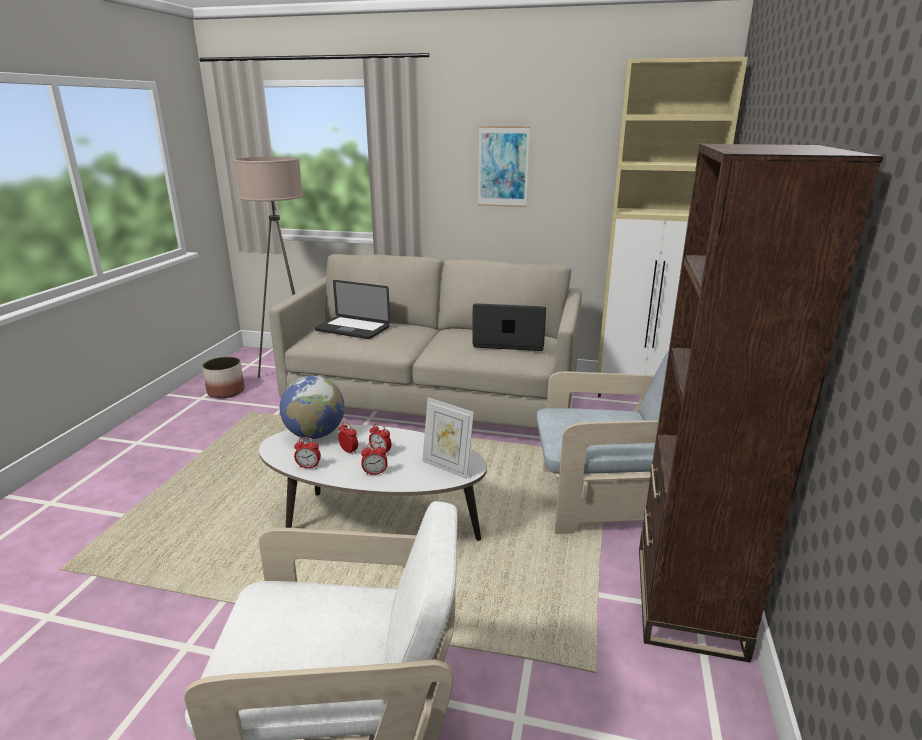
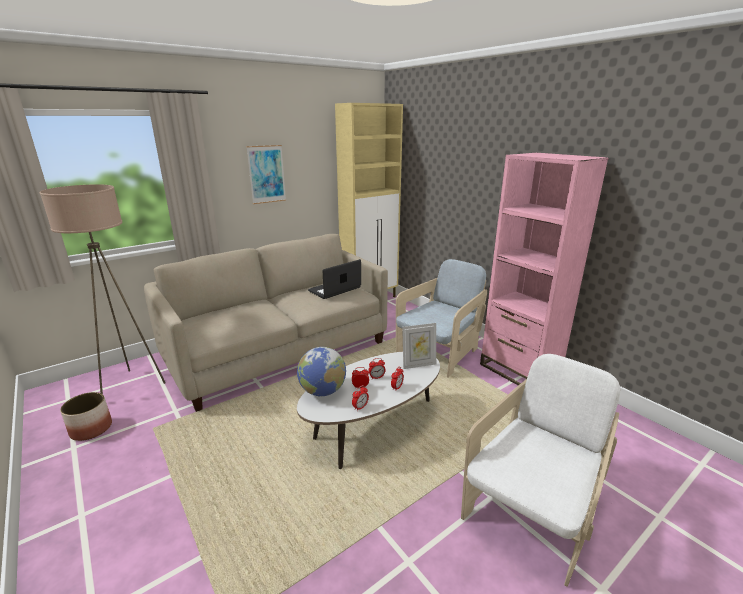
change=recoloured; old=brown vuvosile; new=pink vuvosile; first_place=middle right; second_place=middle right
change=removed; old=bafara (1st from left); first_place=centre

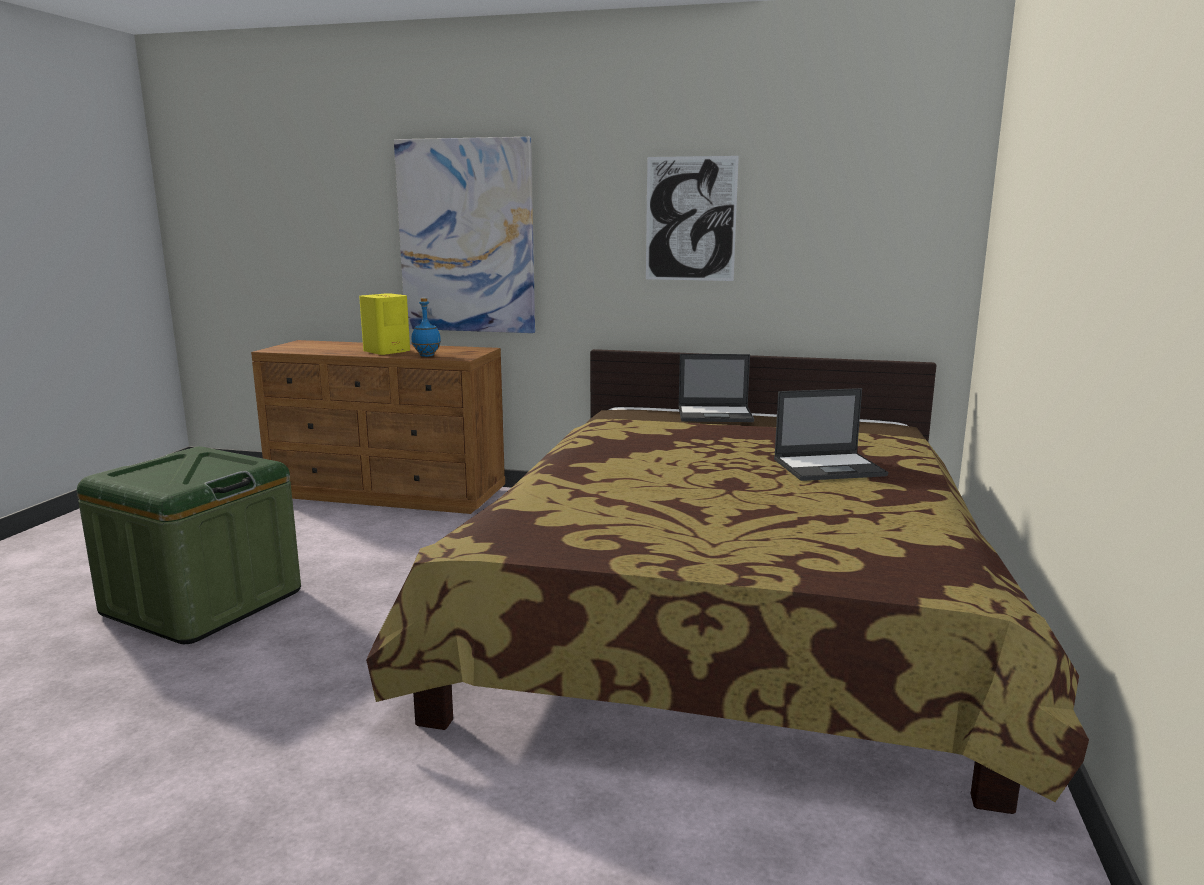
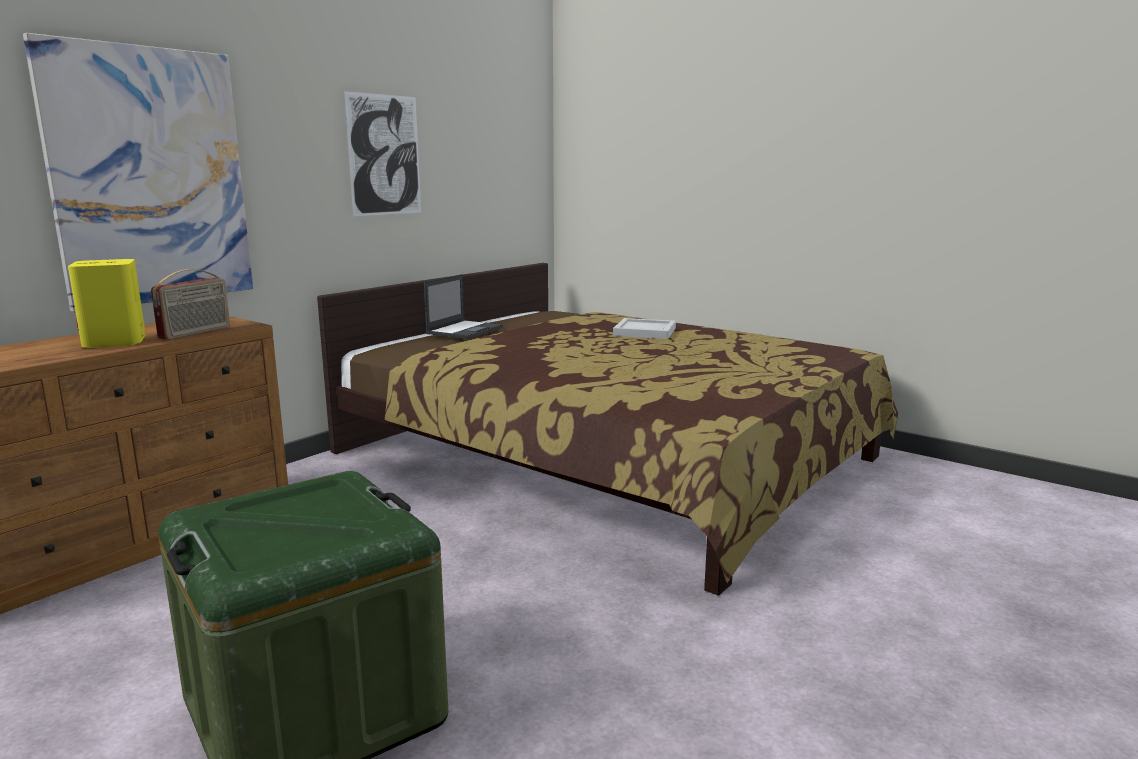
change=replaced; old=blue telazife; new=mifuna; first_place=centre; second_place=middle left
change=replaced; old=bafara (2nd from left); new=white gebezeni; first_place=middle right; second_place=centre

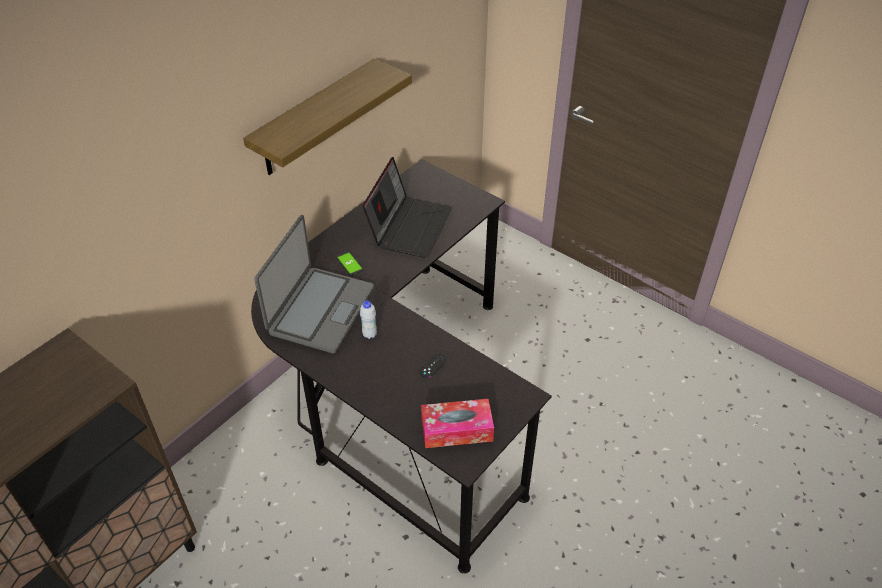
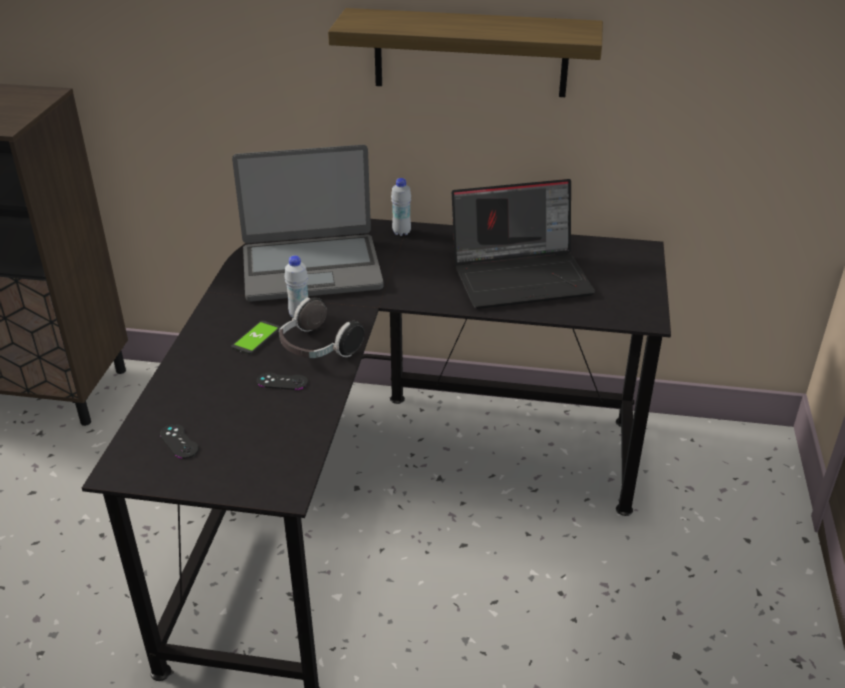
change=moved; old=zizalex; first_place=centre; second_place=middle left
change=replaced; old=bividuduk; new=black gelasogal (1st from left); first_place=bottom centre; second_place=middle left
change=added; new=white telazife (2nd from left); second_place=top centre
change=added; new=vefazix; second_place=centre

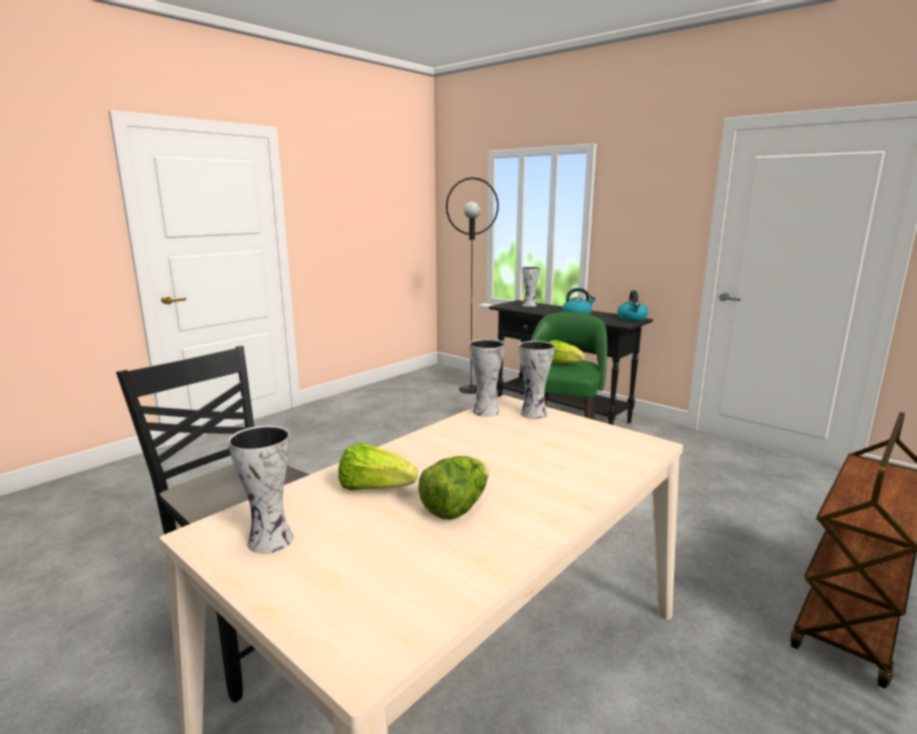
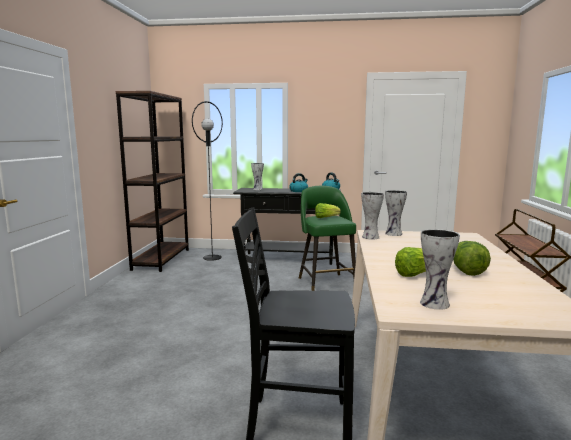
change=added; new=brown vuvosile; second_place=middle left

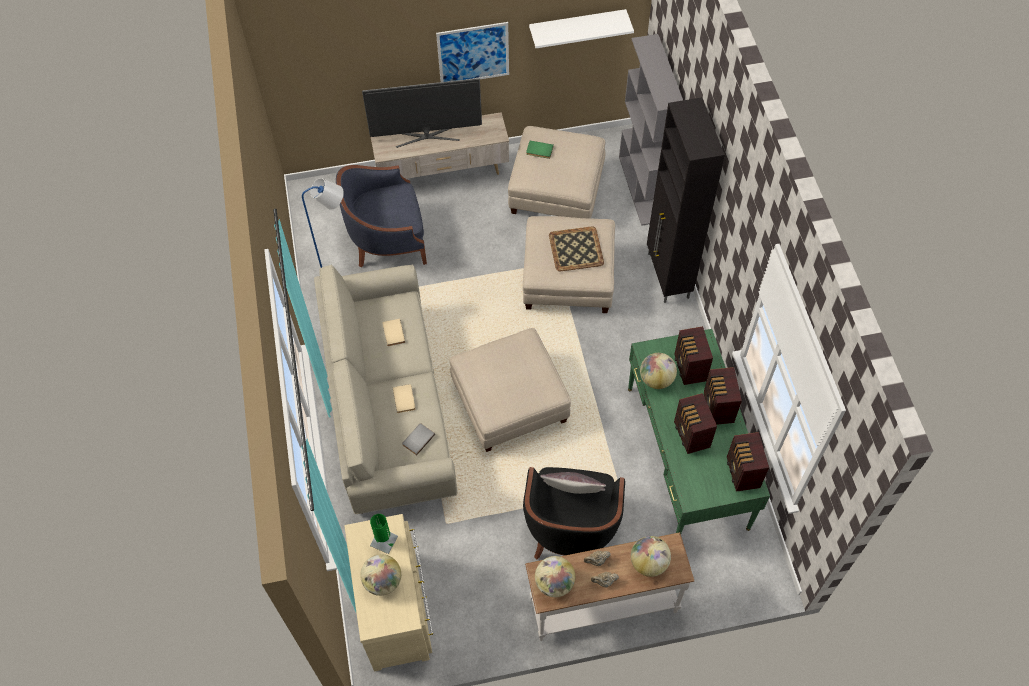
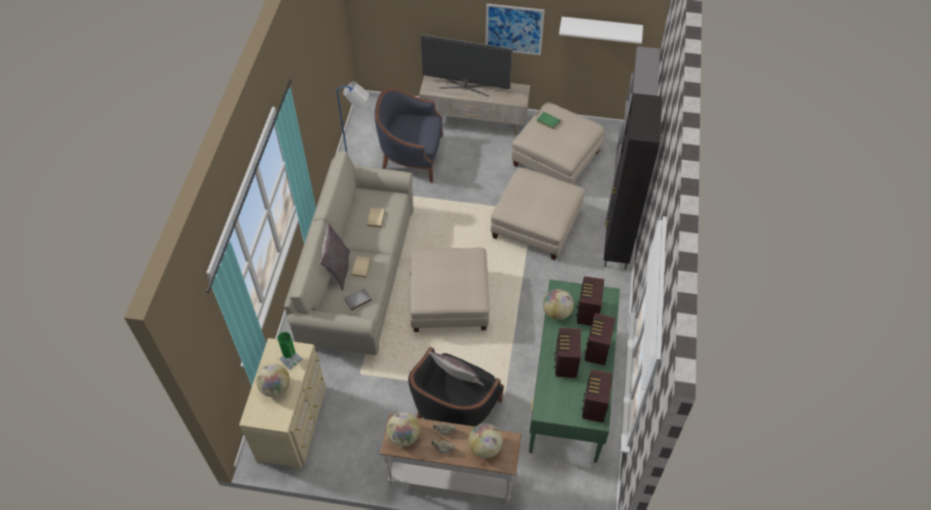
change=removed; old=gebezeni; first_place=centre
change=added; new=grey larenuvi (1st from left); second_place=centre

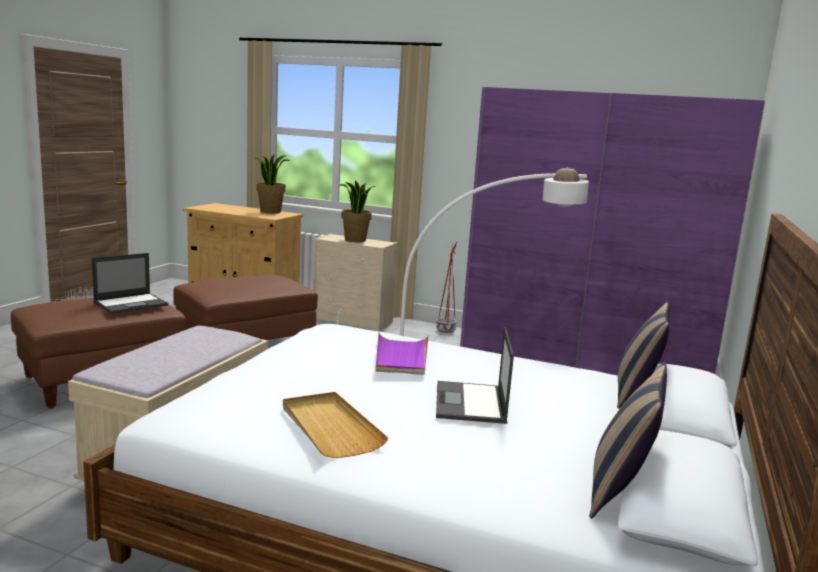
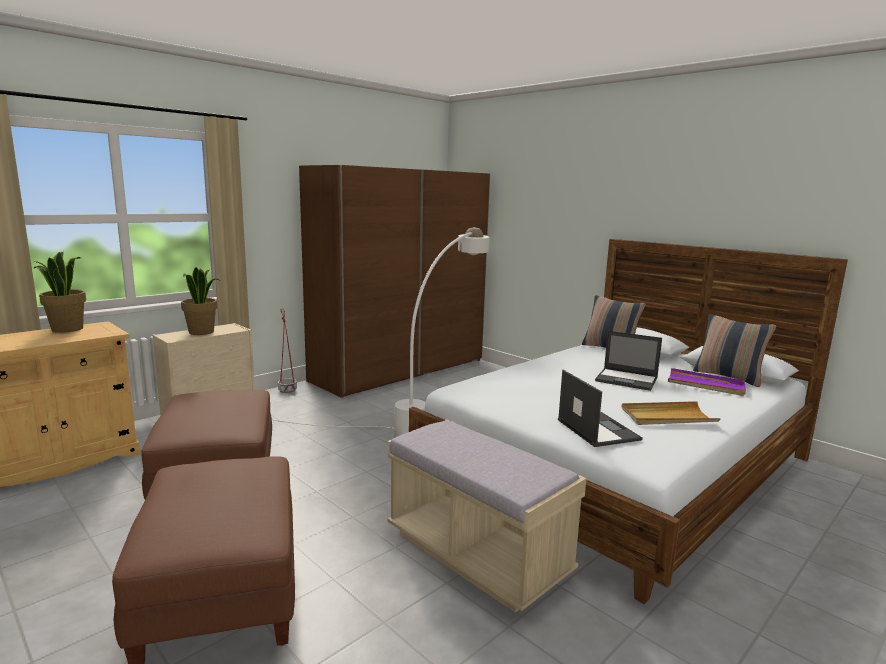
change=recoloured; old=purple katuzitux; new=brown katuzitux; first_place=middle right; second_place=centre
change=moved; old=bafara (1st from left); first_place=middle left; second_place=middle right
change=moved; old=purple gebezeni; first_place=centre; second_place=middle right

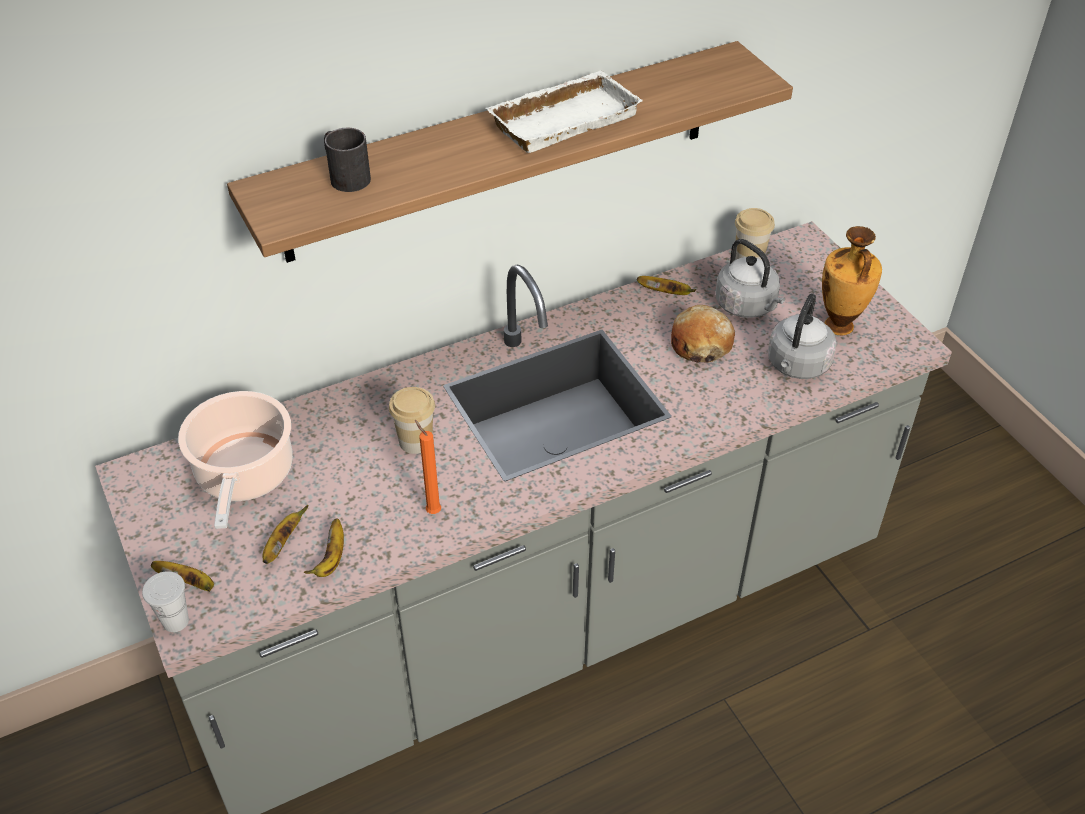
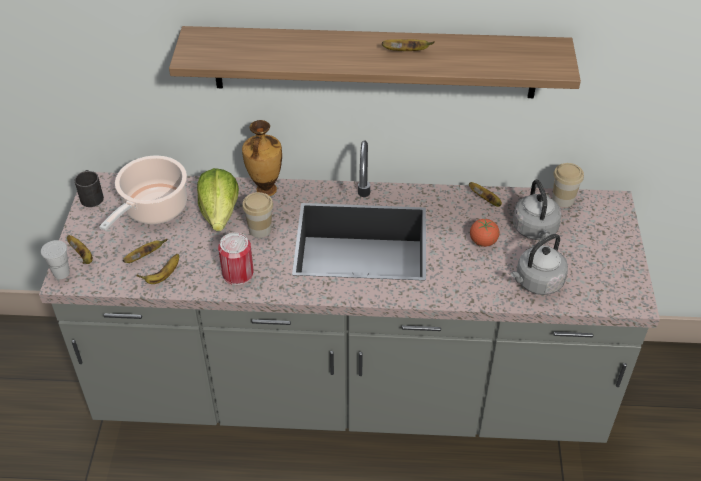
change=replaced; old=white gebezeni; new=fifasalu (4th from left); first_place=top centre; second_place=top centre
change=moved; old=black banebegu; first_place=top left; second_place=middle left
change=moved; old=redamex; first_place=middle right; second_place=top centre
change=replaced; old=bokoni; new=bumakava; first_place=centre; second_place=middle right
change=replaced; old=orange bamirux; new=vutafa; first_place=centre; second_place=centre
change=added; new=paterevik; second_place=middle left

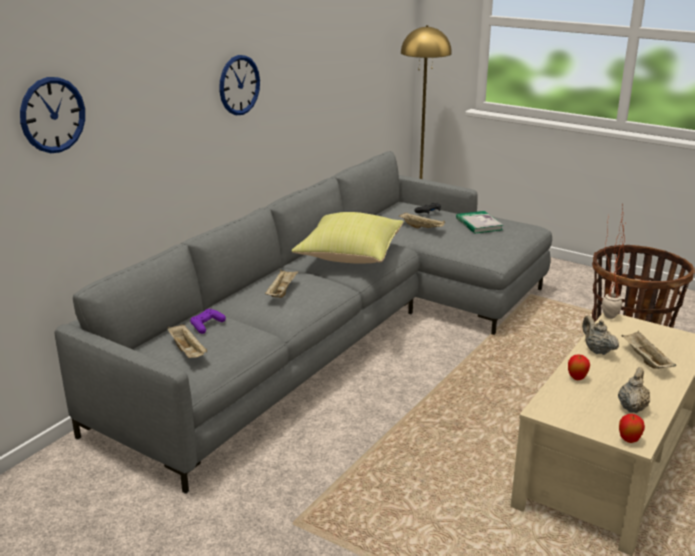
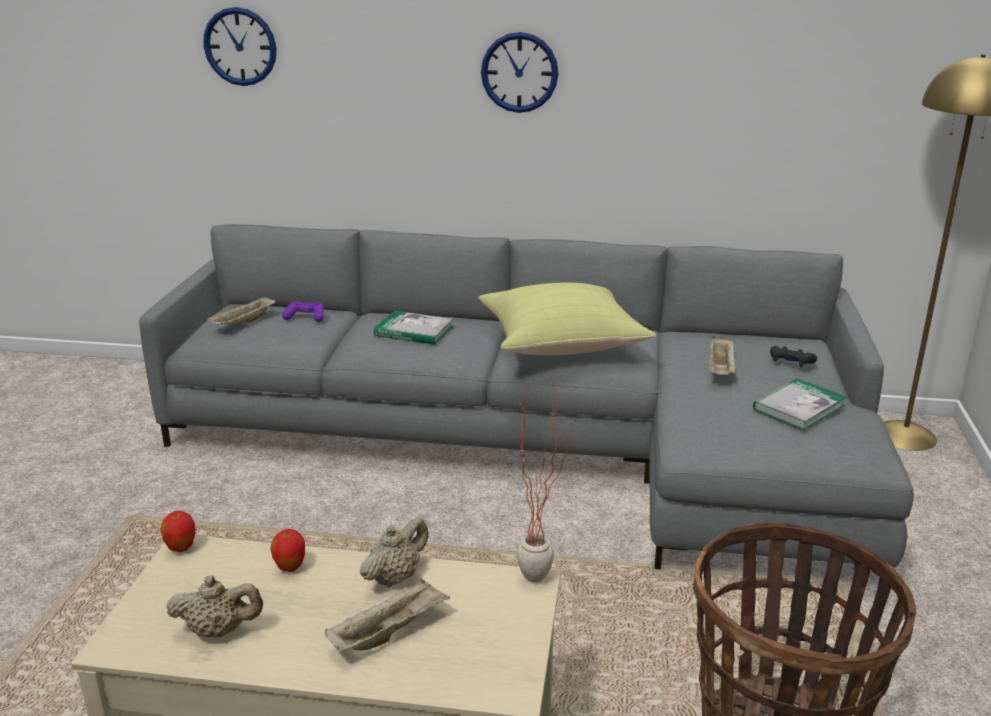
change=replaced; old=beige gebezeni (2nd from left); new=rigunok (1st from left); first_place=centre; second_place=centre
change=moved; old=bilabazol (2nd from left in the first image); new=bilabazol (1st from left); first_place=bottom right; second_place=bottom left

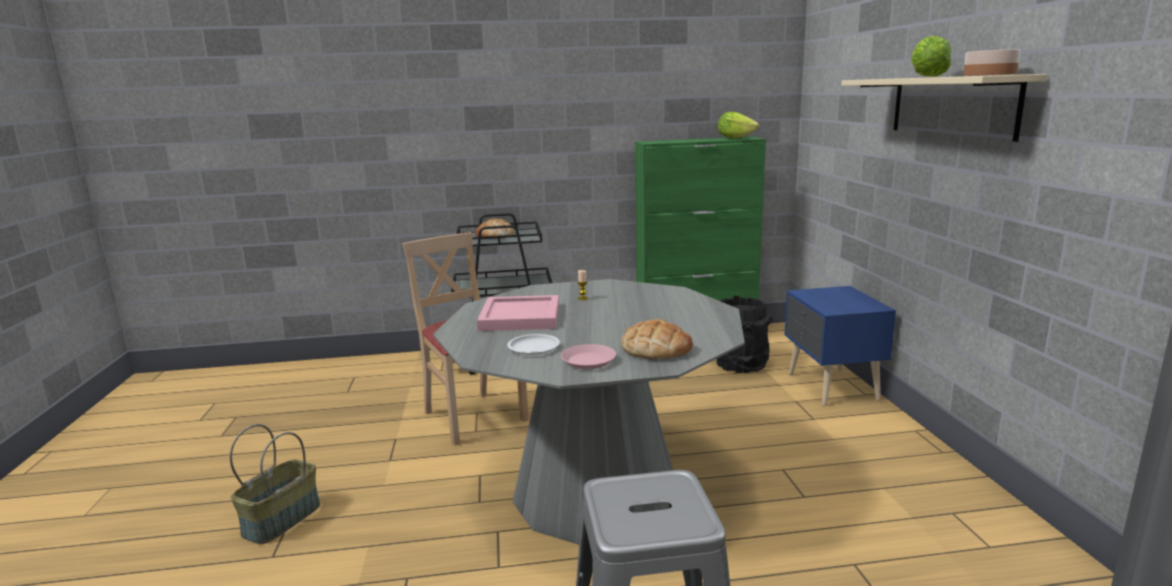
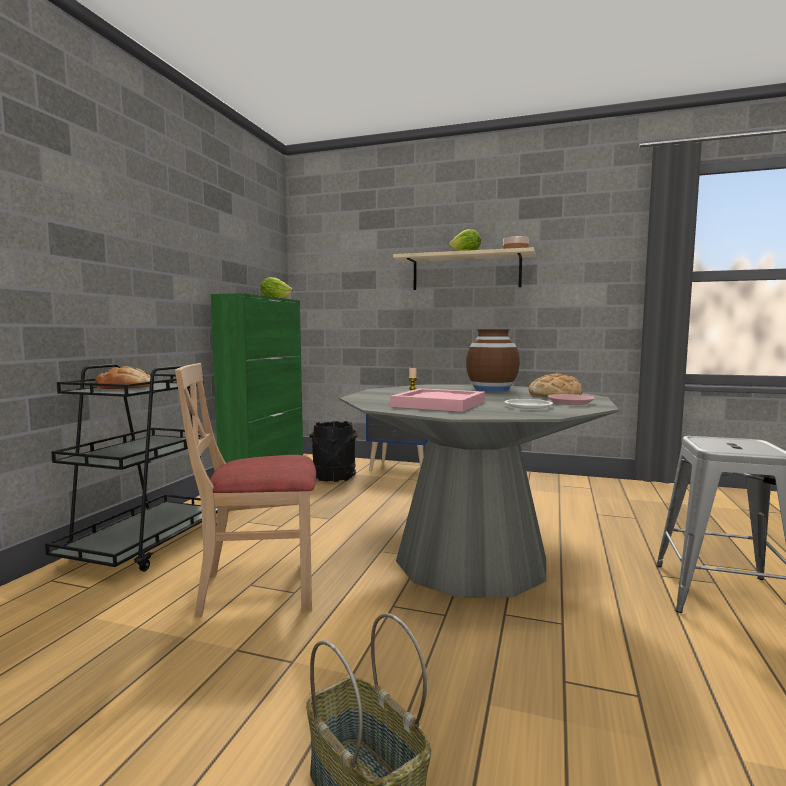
change=added; new=brown redamex; second_place=centre

